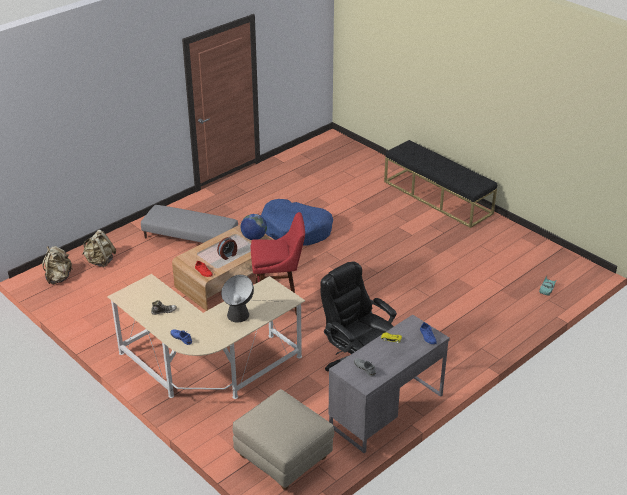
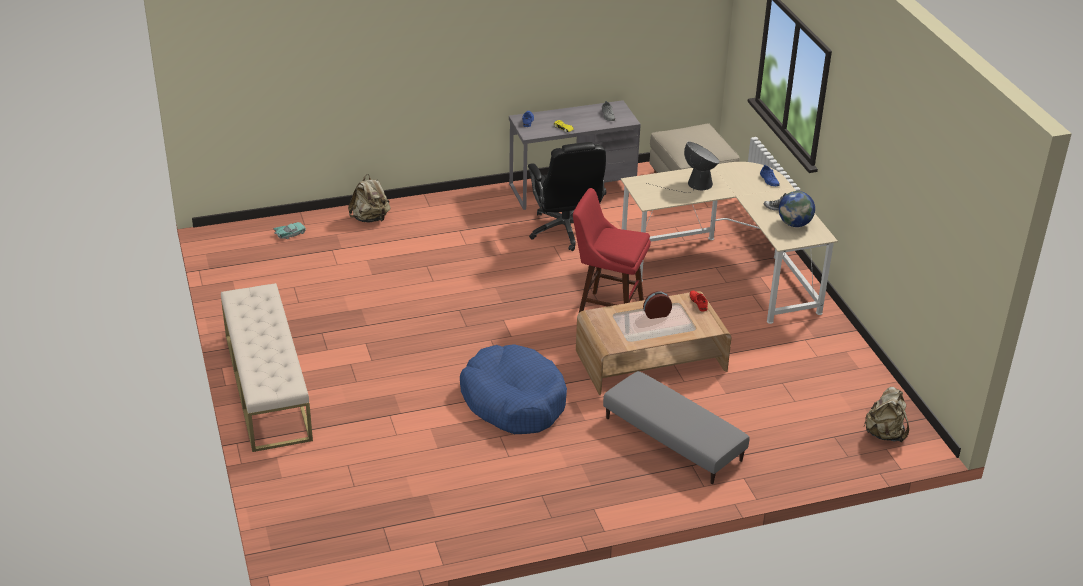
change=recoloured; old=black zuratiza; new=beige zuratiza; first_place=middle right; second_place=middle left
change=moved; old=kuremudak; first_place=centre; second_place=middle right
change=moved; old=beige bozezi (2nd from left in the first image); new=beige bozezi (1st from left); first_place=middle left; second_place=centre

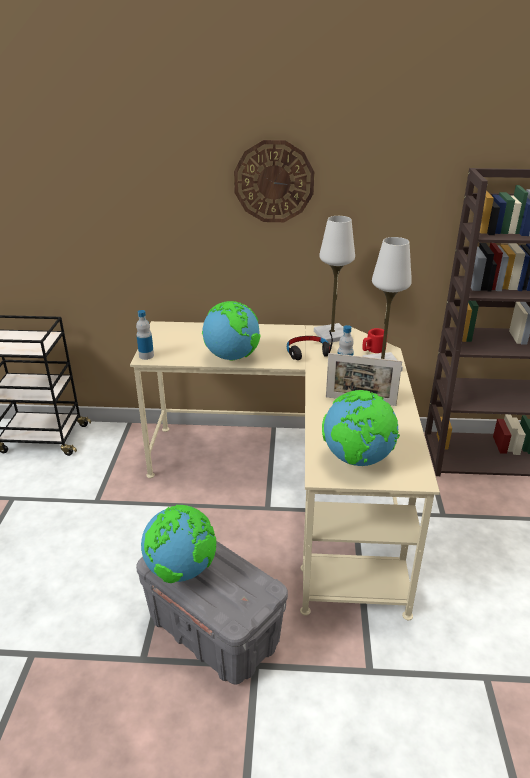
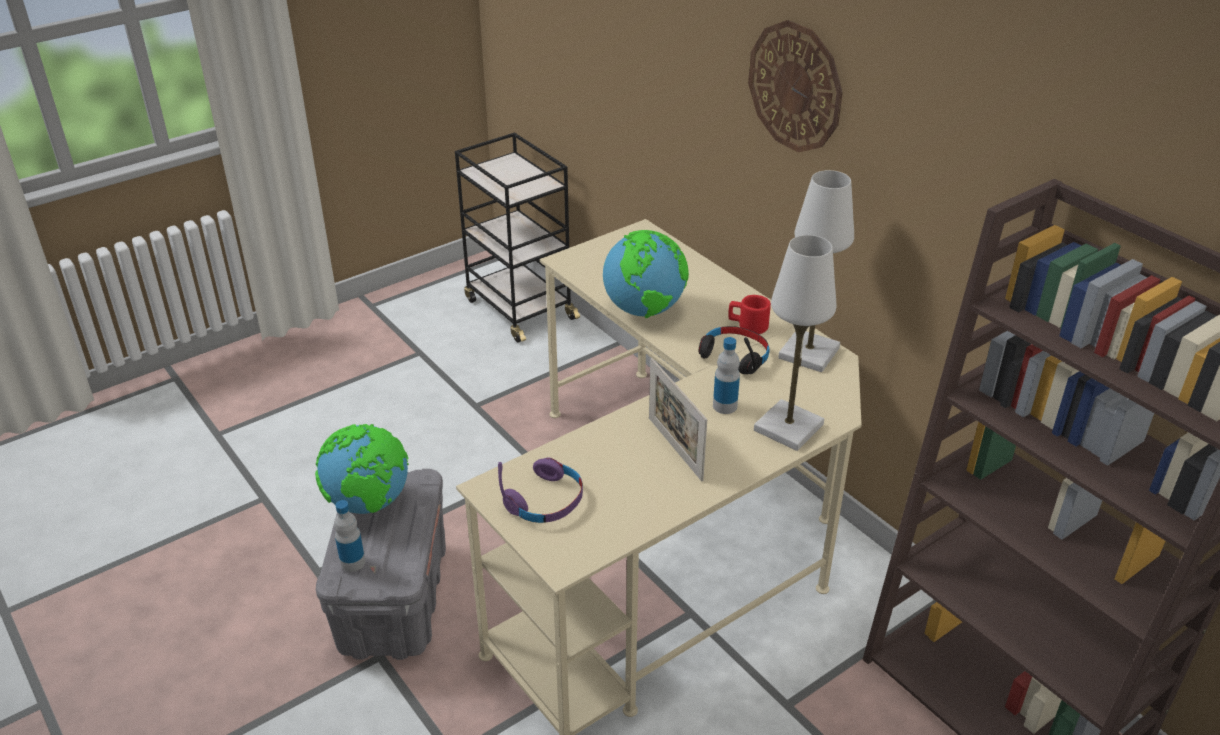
change=moved; old=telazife (1st from left); first_place=middle left; second_place=bottom left
change=moved; old=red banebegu; first_place=middle right; second_place=centre
change=replaced; old=kuremudak (3rd from left); new=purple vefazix; first_place=middle right; second_place=bottom centre

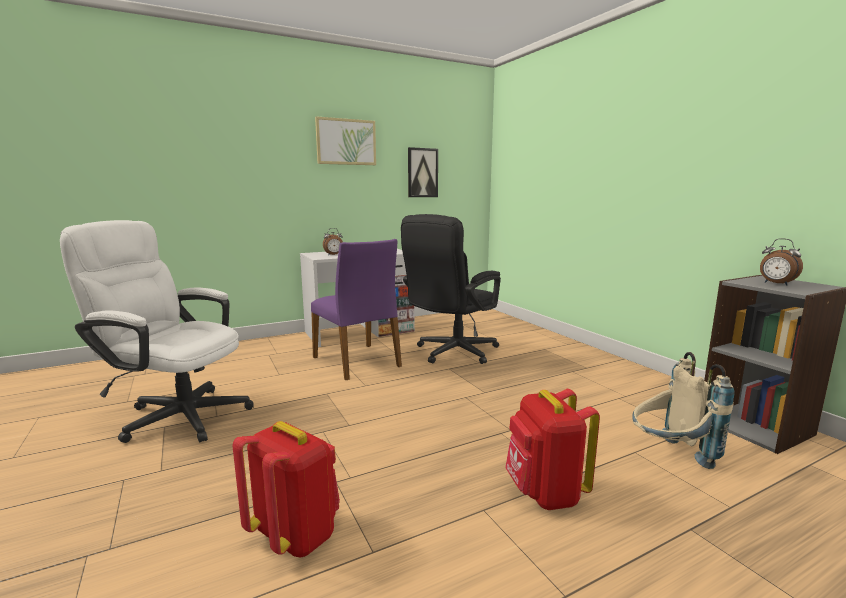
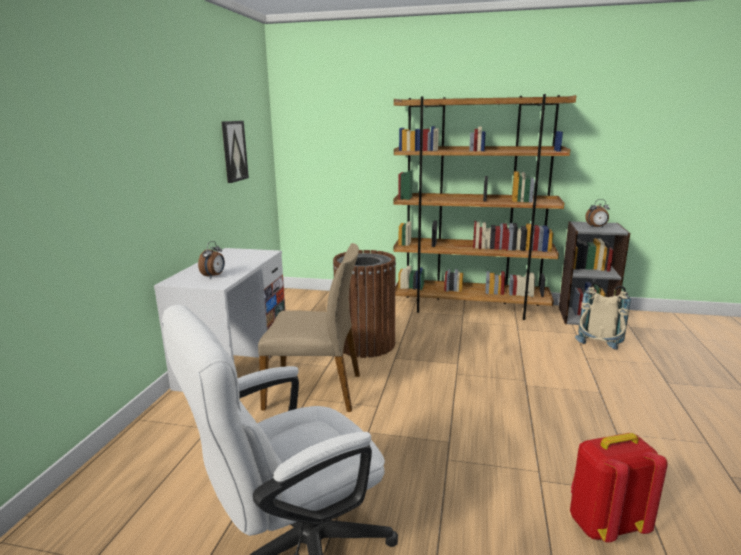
change=removed; old=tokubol (1st from left); first_place=top centre
change=replaced; old=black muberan; new=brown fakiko; first_place=centre; second_place=centre
change=recoloured; old=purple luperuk; new=beige luperuk; first_place=centre; second_place=centre
change=removed; old=red bozezi (2nd from left); first_place=bottom centre
change=added; new=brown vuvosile; second_place=centre

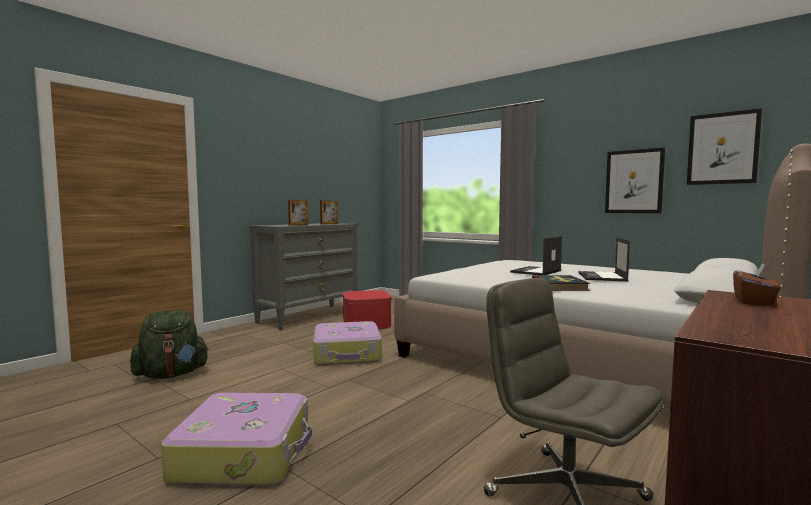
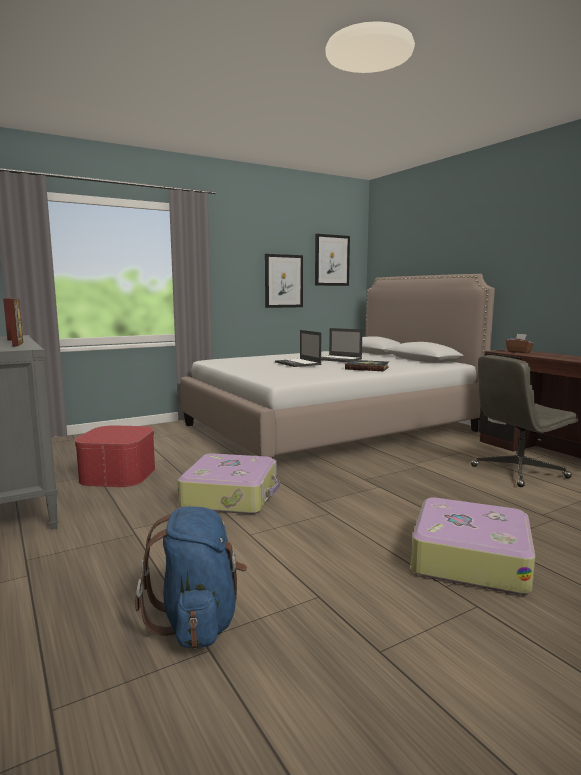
change=recoloured; old=green bozezi; new=blue bozezi; first_place=bottom left; second_place=bottom left

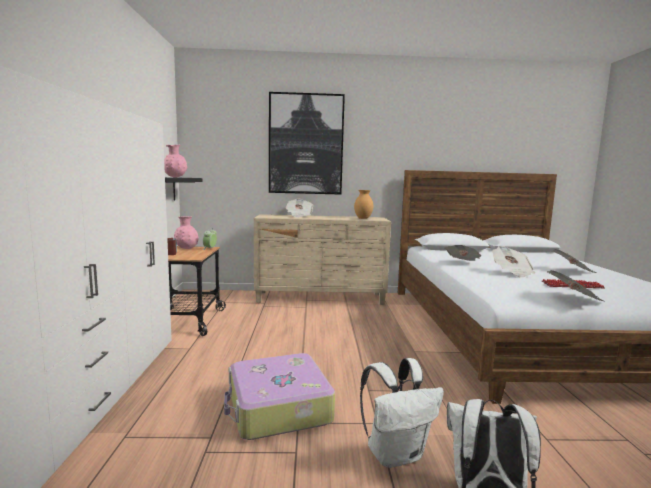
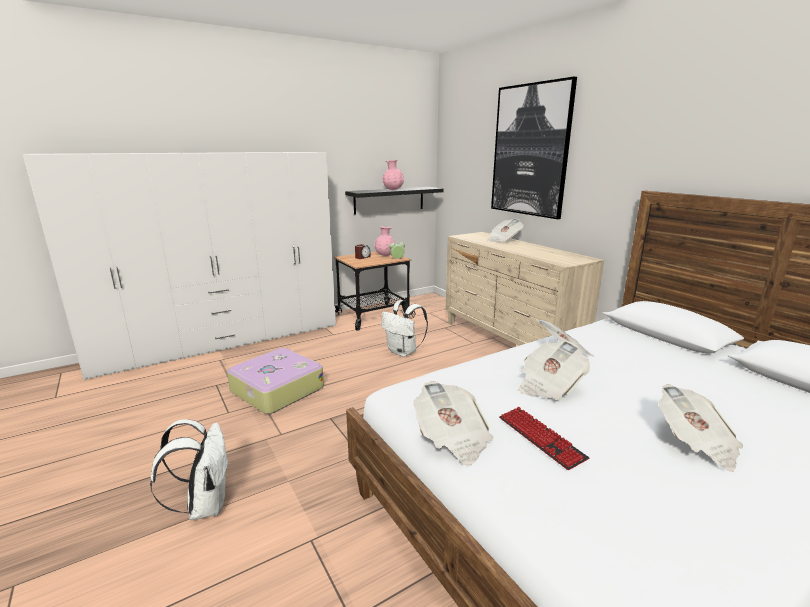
change=removed; old=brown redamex; first_place=centre
change=moved; old=white bozezi (1st from left in the first image); new=white bozezi (2nd from left); first_place=bottom centre; second_place=centre

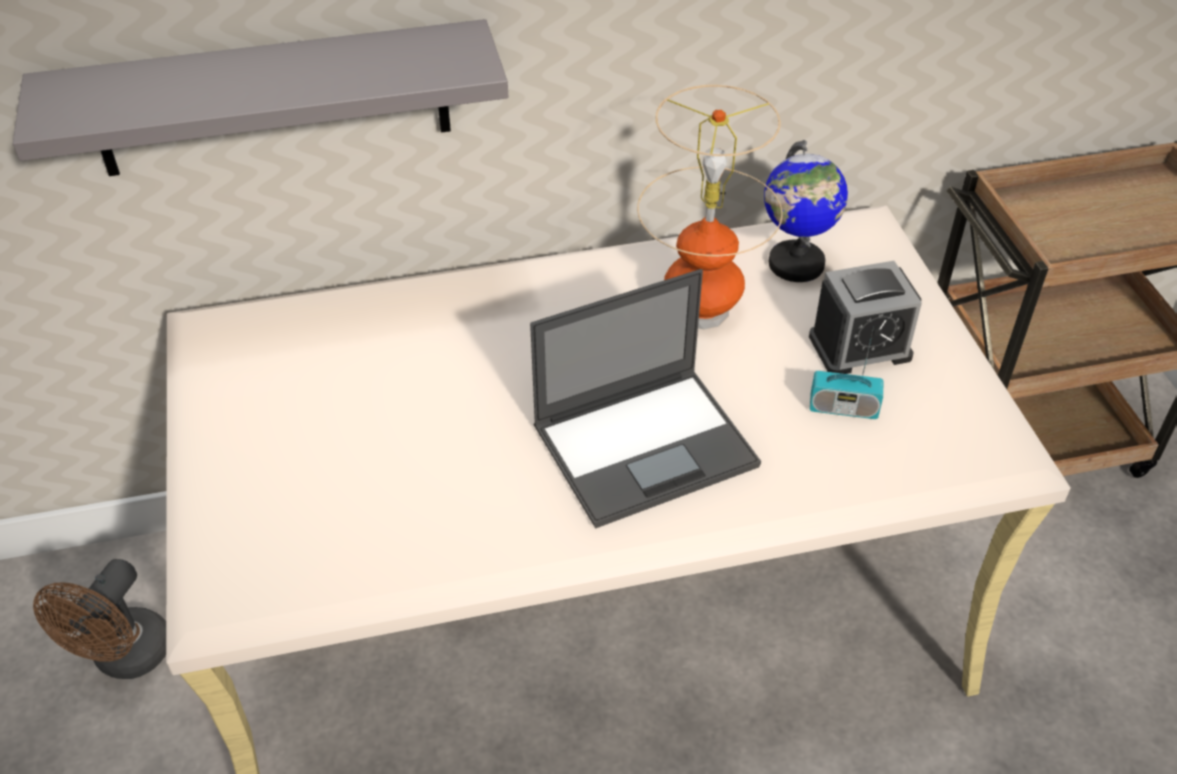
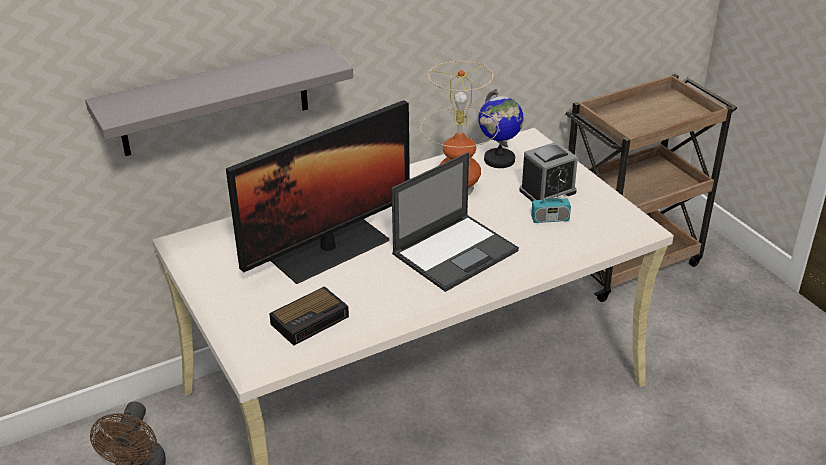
change=added; new=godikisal; second_place=centre
change=added; new=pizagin (1st from left); second_place=bottom centre

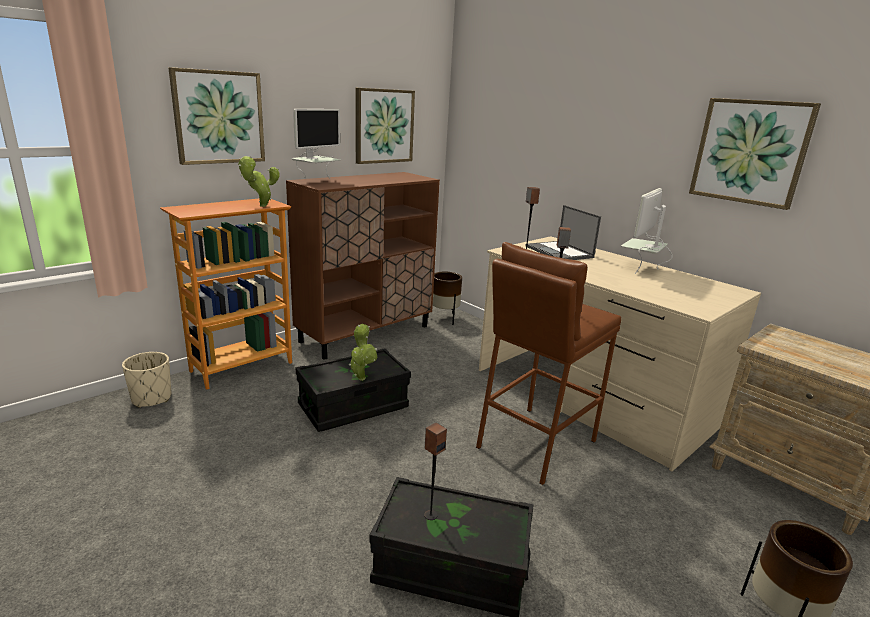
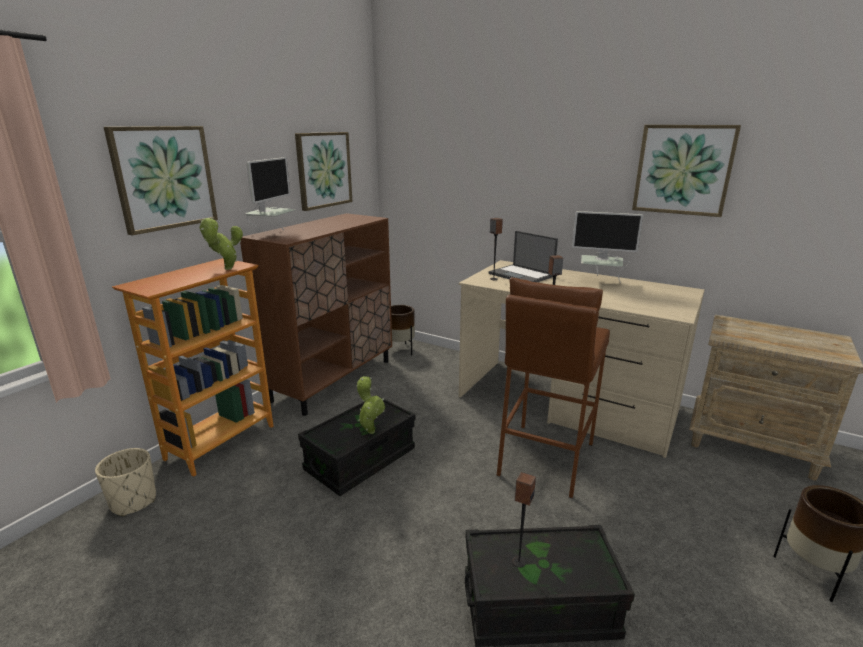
change=turned; old=godikisal (2nd from left); first_place=middle right; second_place=middle right; degrees=-90

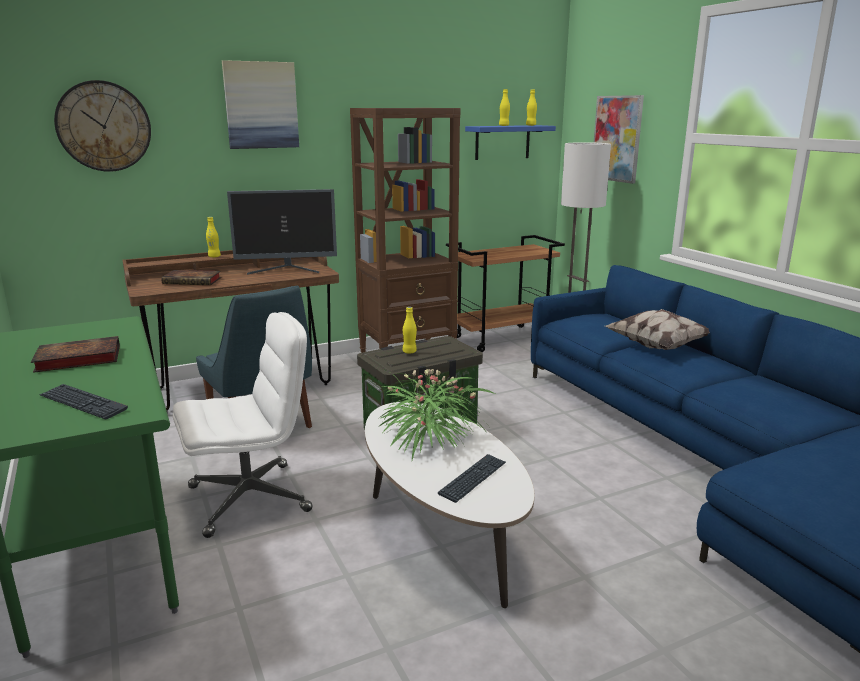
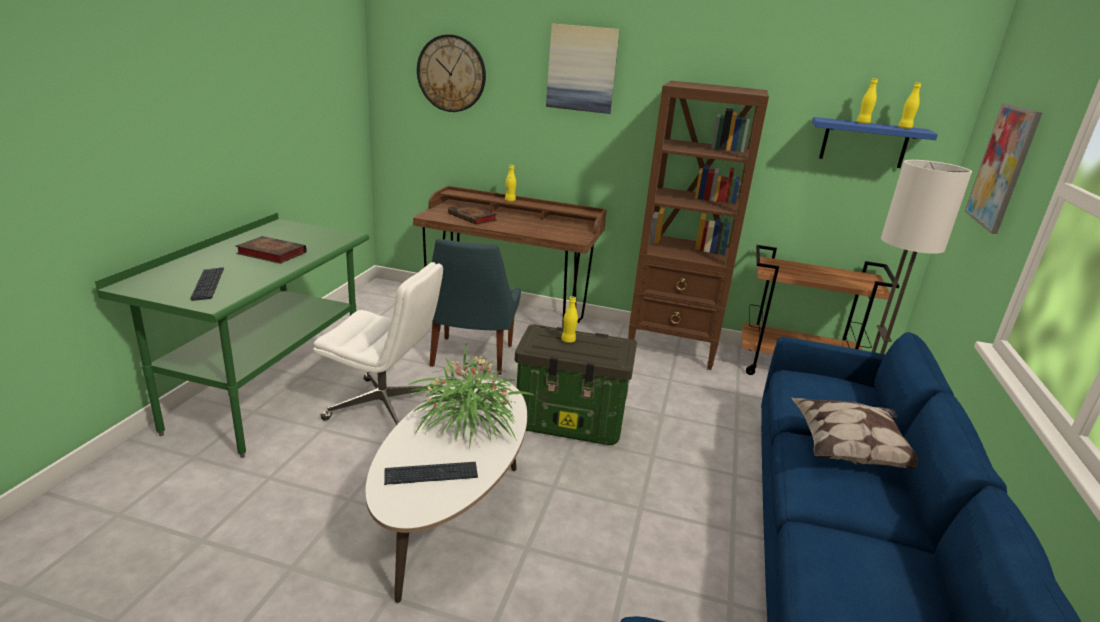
change=removed; old=godikisal; first_place=middle left

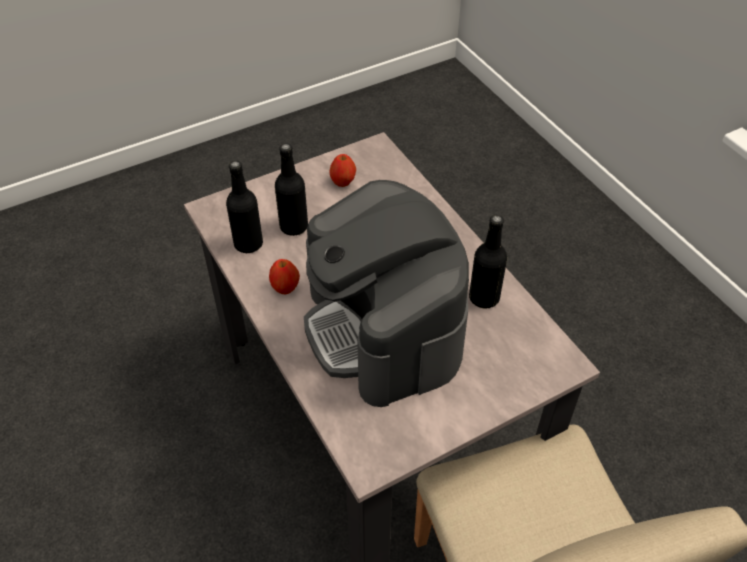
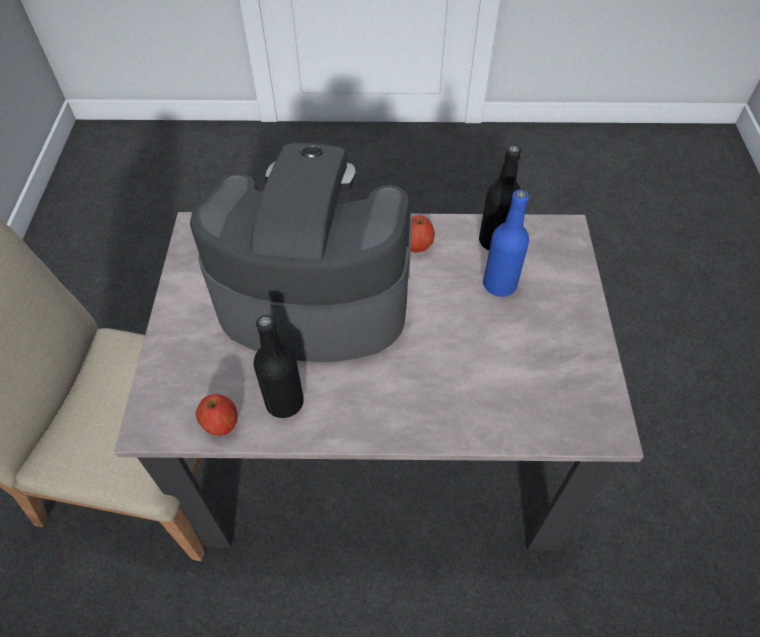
change=recoloured; old=black telazife (2nd from left); new=blue telazife; first_place=centre; second_place=centre
change=moved; old=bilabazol (2nd from left in the first image); new=bilabazol (1st from left); first_place=top centre; second_place=middle left

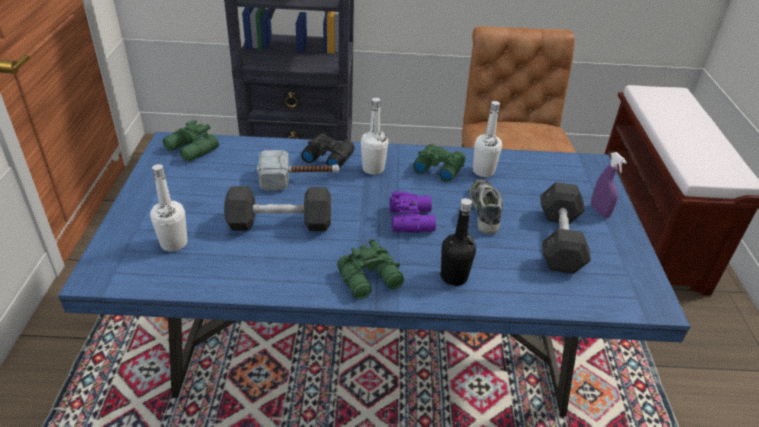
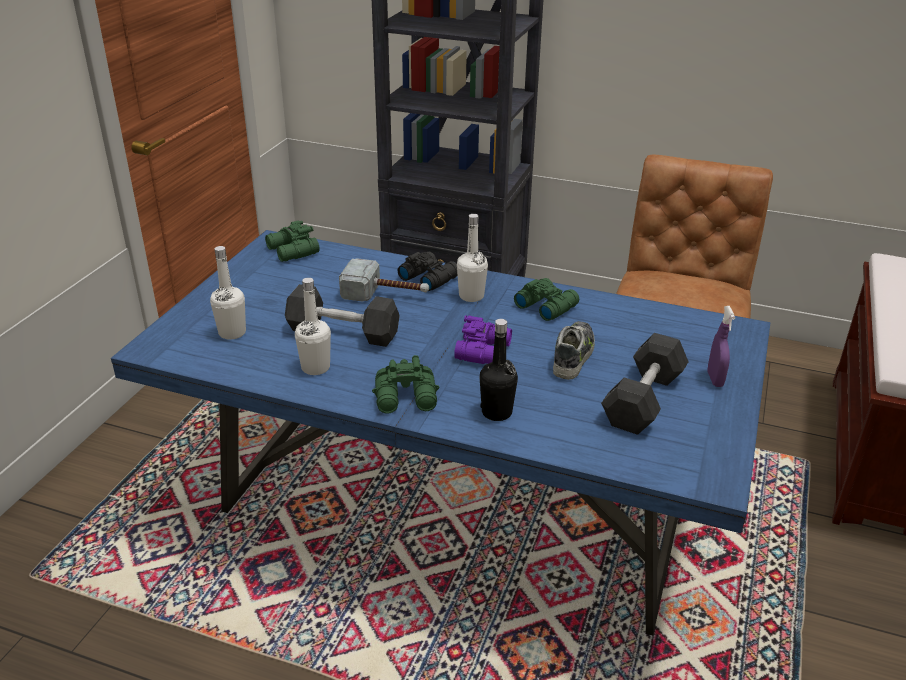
change=moved; old=white telazife (3rd from left in the first image); new=white telazife (2nd from left); first_place=top centre; second_place=centre

